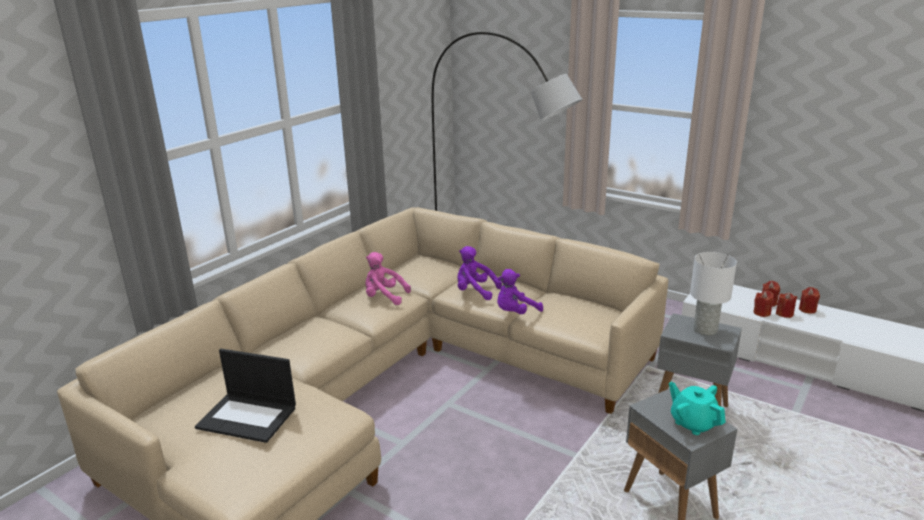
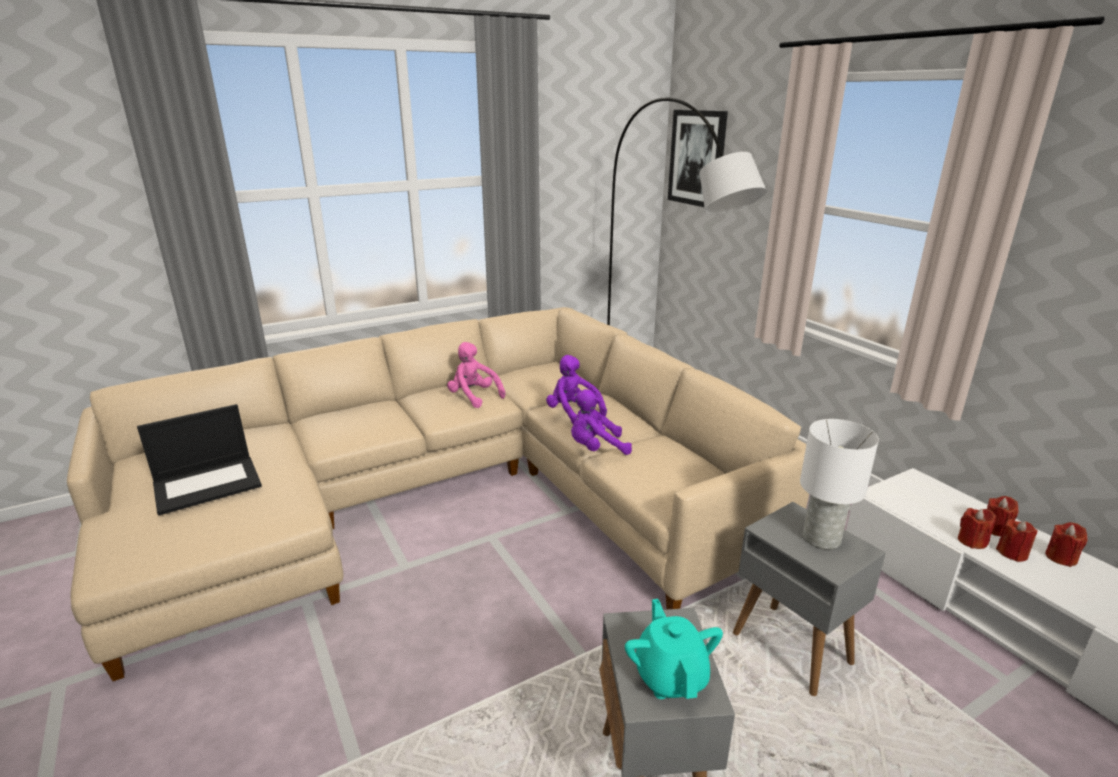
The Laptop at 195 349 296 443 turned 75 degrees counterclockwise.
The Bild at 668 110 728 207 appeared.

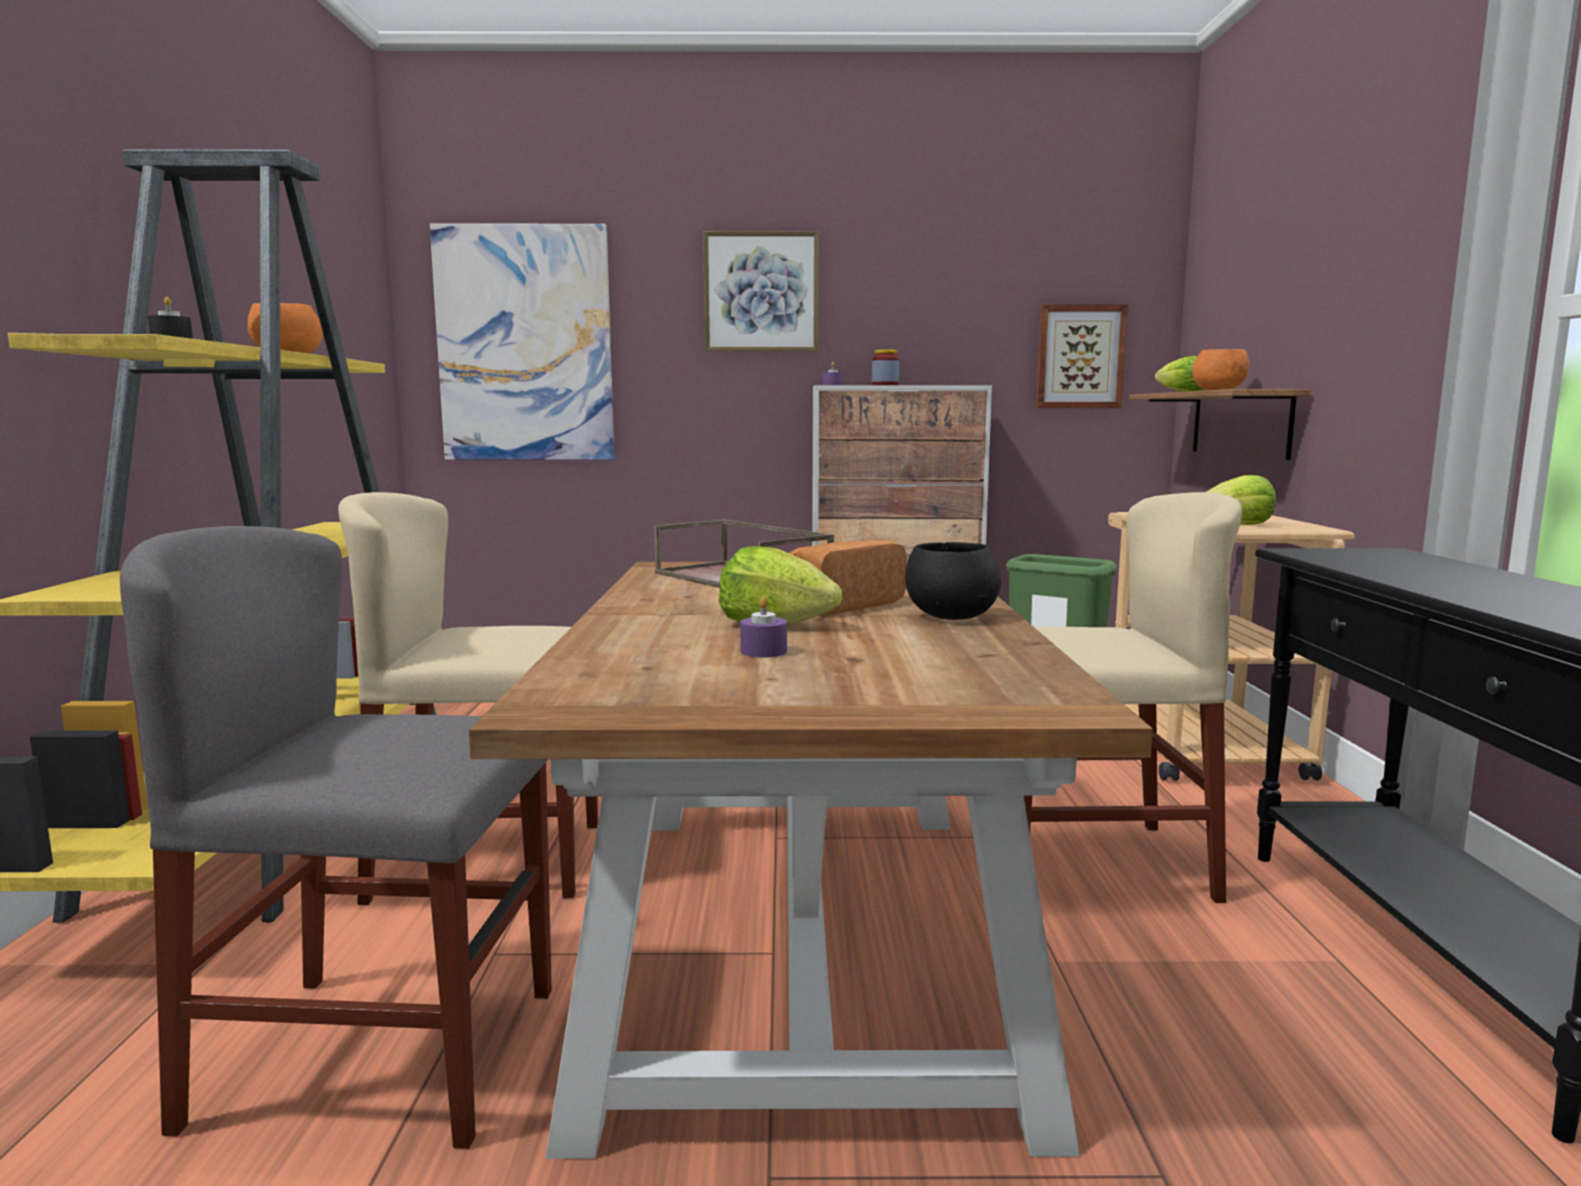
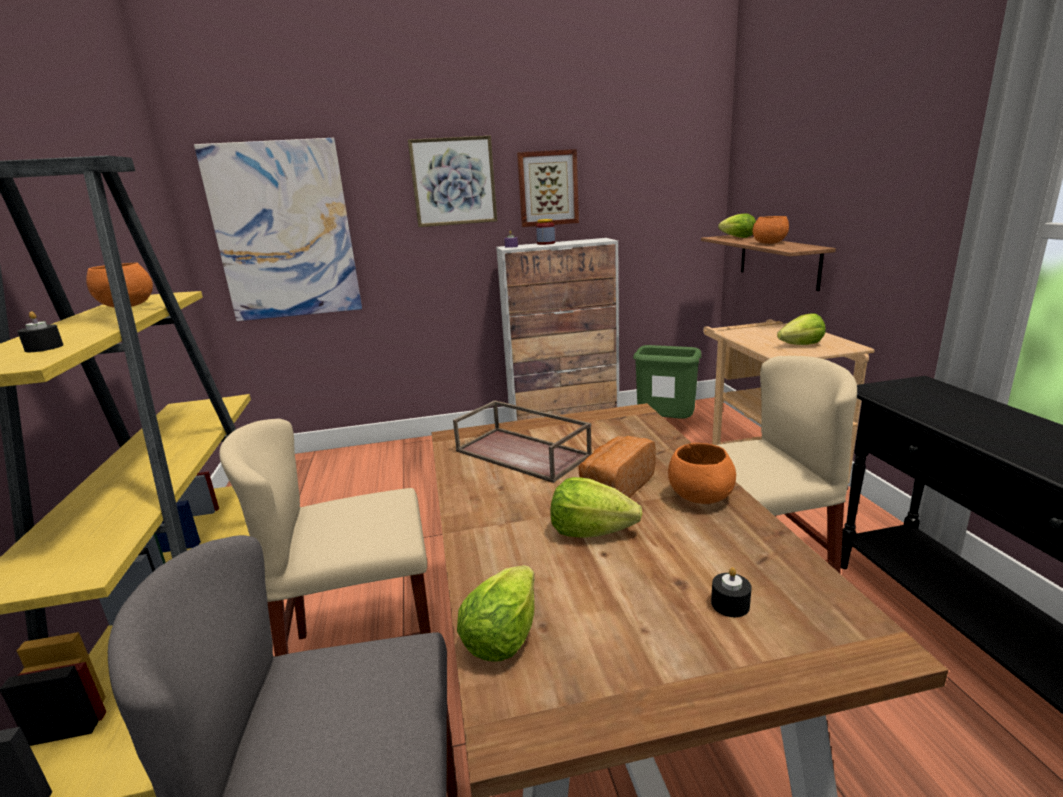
The Kerze (lila) at 740 596 787 657 disappeared.
The Schüssel (schwarz) at 905 542 1001 620 became the Schüssel (orange) at 668 443 736 504.
The Bild moved from 1036 304 1128 408 to 517 149 579 227.
The Salatkopf at 457 565 535 662 appeared.
The Kerze (schwarz) at 711 567 752 617 appeared.

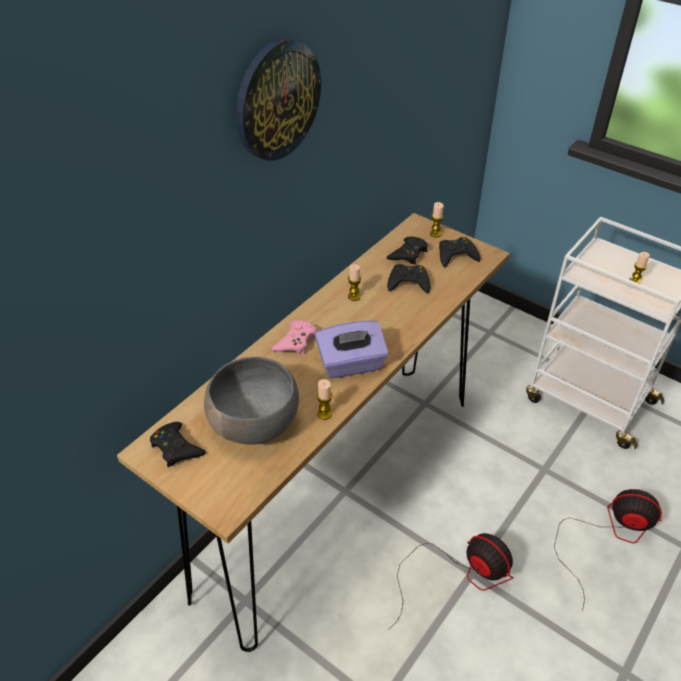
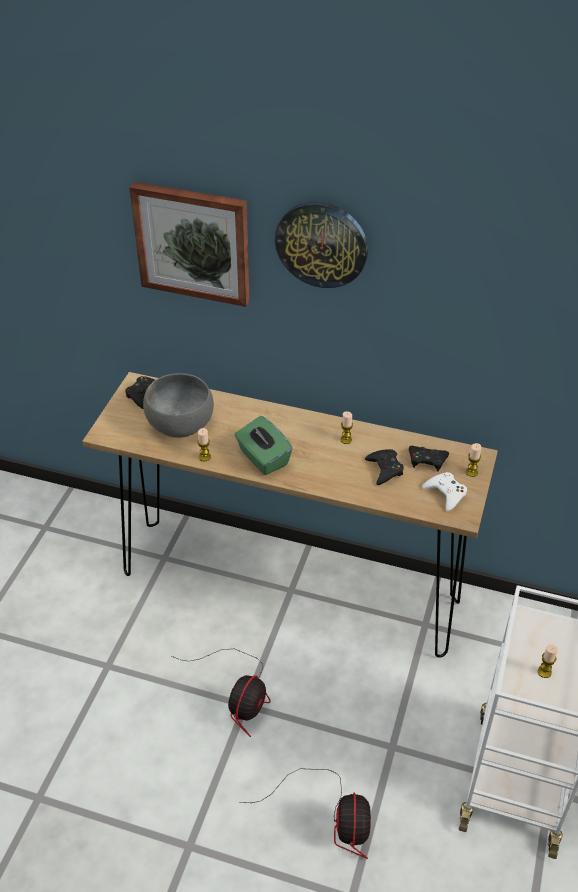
The Gamepad (rosa) at 271 320 316 355 disappeared.
The Taschentuchbox (lila) at 315 321 389 379 became the Taschentuchbox (grün) at 235 416 293 475.
The Gamepad (schwarz) at 439 237 481 267 became the Gamepad (weiß) at 422 472 467 512.
The Bild at 129 182 250 307 appeared.

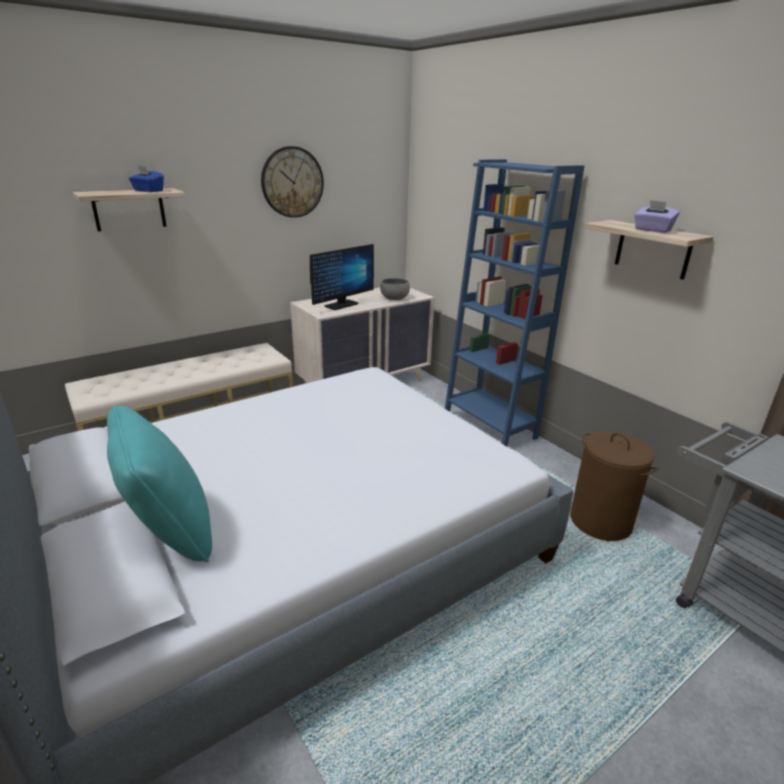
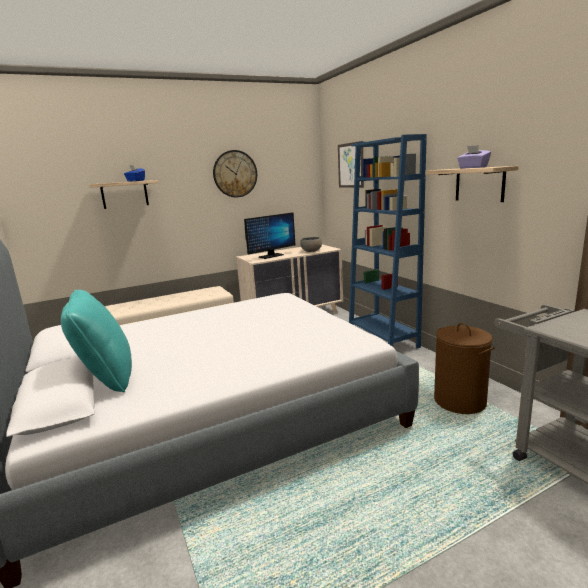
The Bild at 338 141 364 188 appeared.

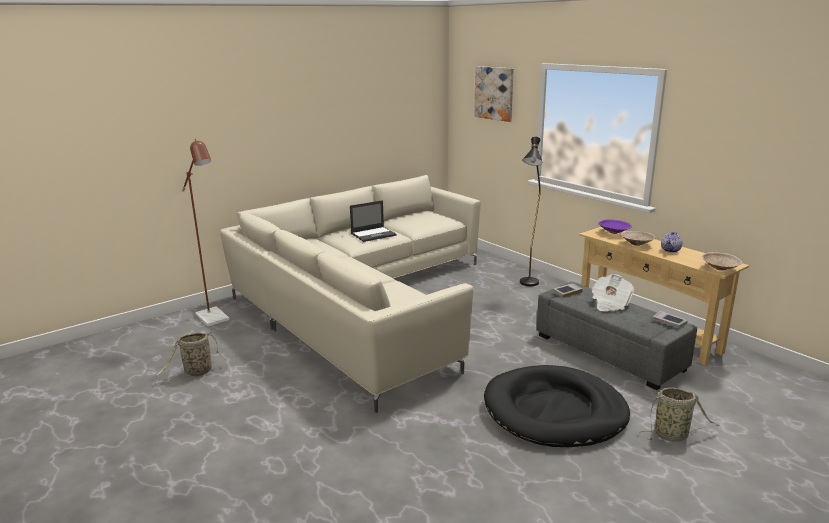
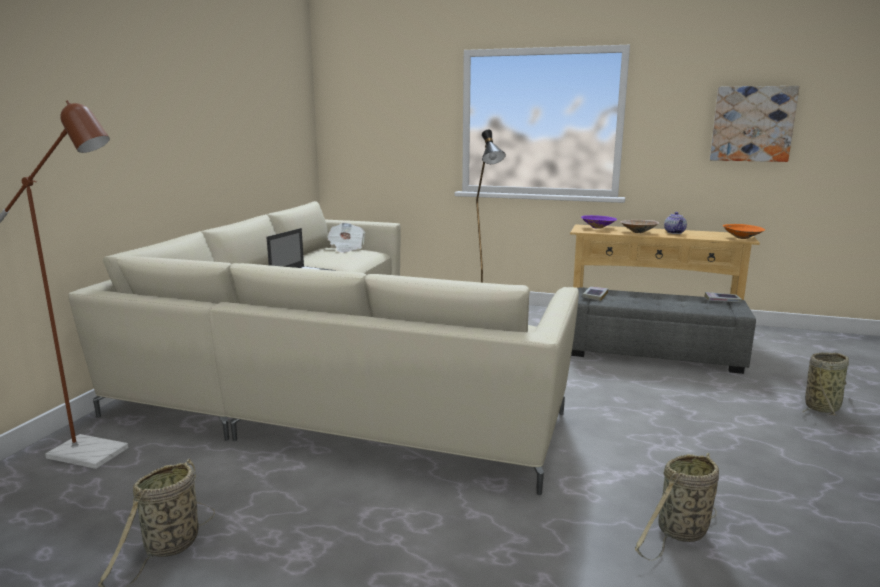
The Bild moved from 474 66 514 122 to 710 86 800 162.
The Hundebett (schwarz) at 484 365 630 447 disappeared.
The Zeitung moved from 591 274 634 311 to 327 223 366 253.
The Schüssel (beige) at 702 252 742 270 became the Schüssel (orange) at 723 224 765 239.
The Korb at 635 453 719 561 appeared.

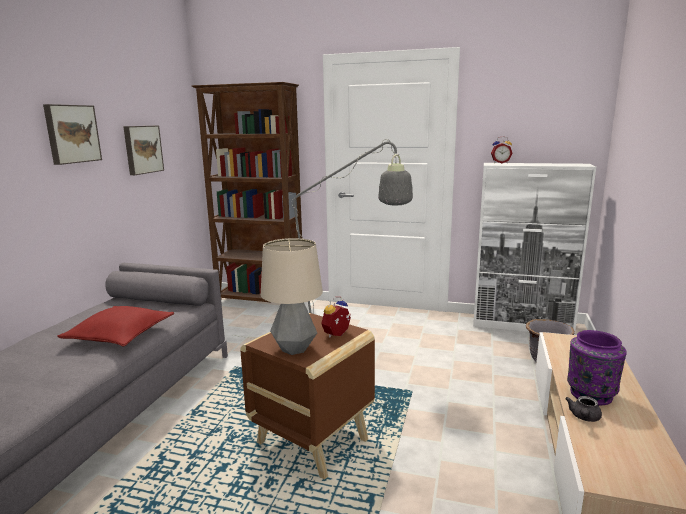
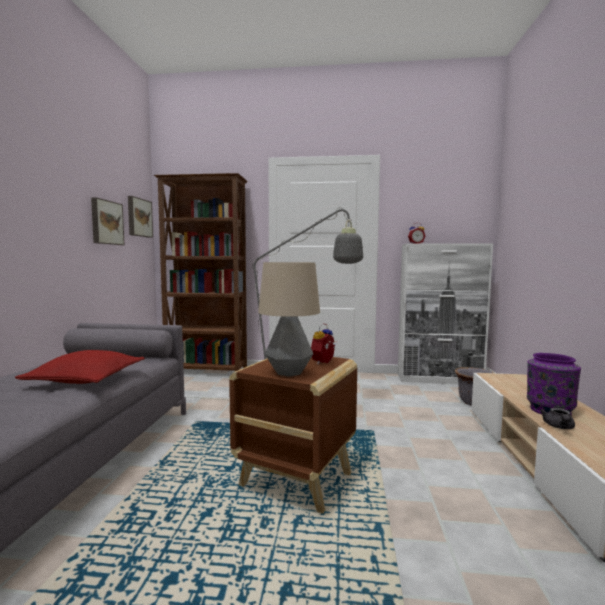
The Bild moved from 43 104 102 165 to 128 196 153 238.

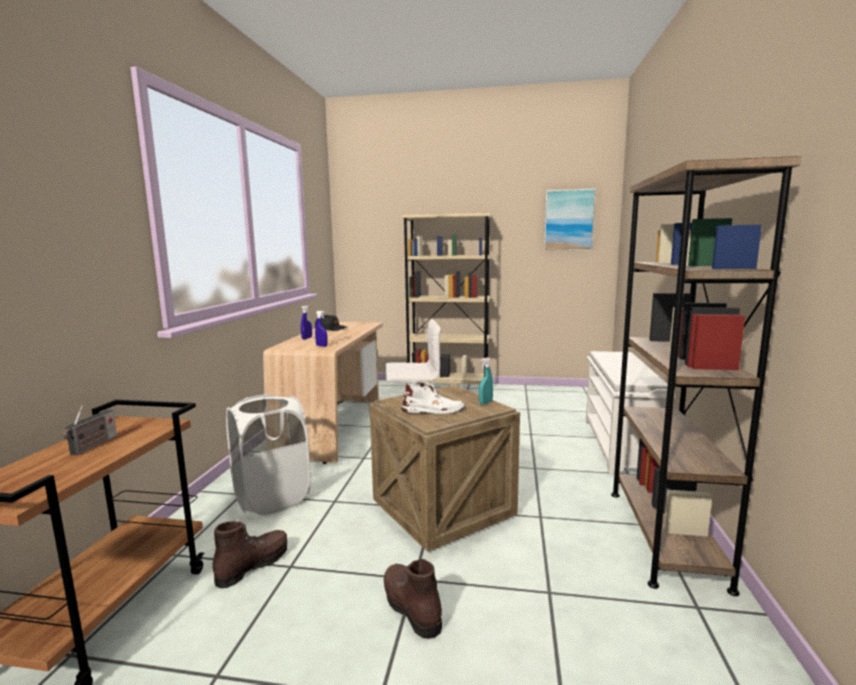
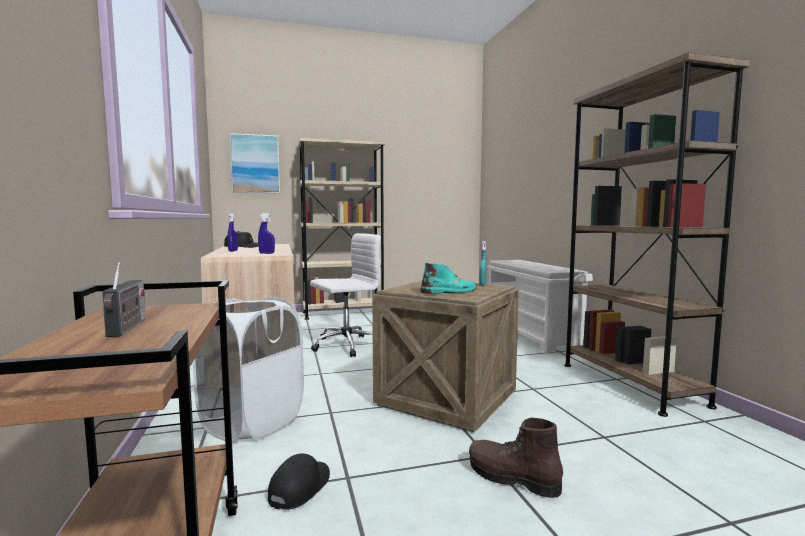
The Stiefel (braun) at 212 521 287 588 was replaced by the Kappe (schwarz) at 268 453 330 510.
The Stiefel (weiß) at 402 381 465 414 became the Stiefel (türkis) at 420 263 477 294.
The Bild moved from 544 189 596 250 to 230 133 280 193.

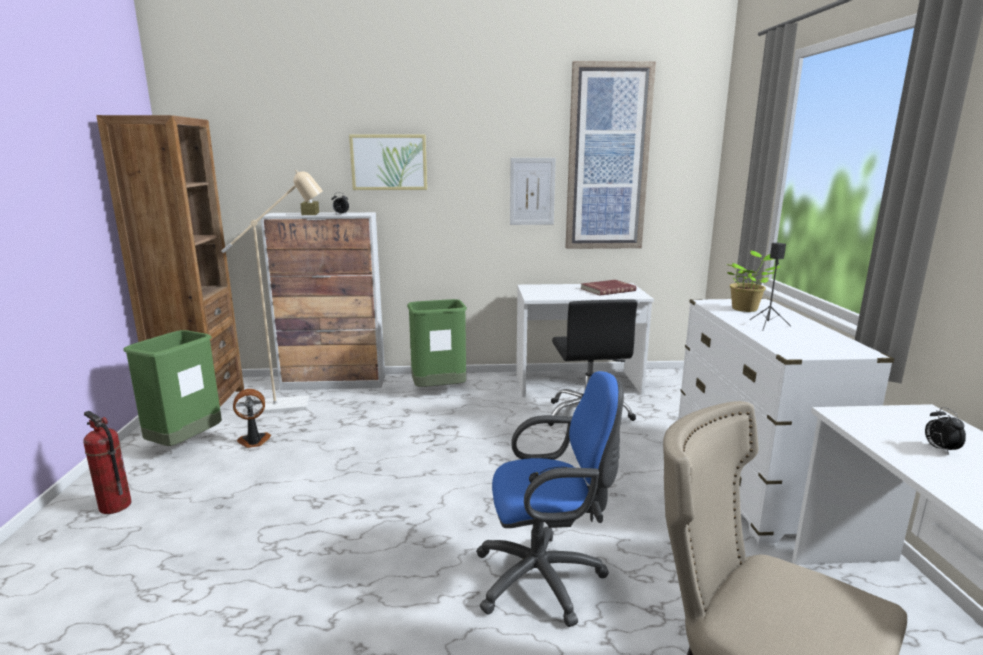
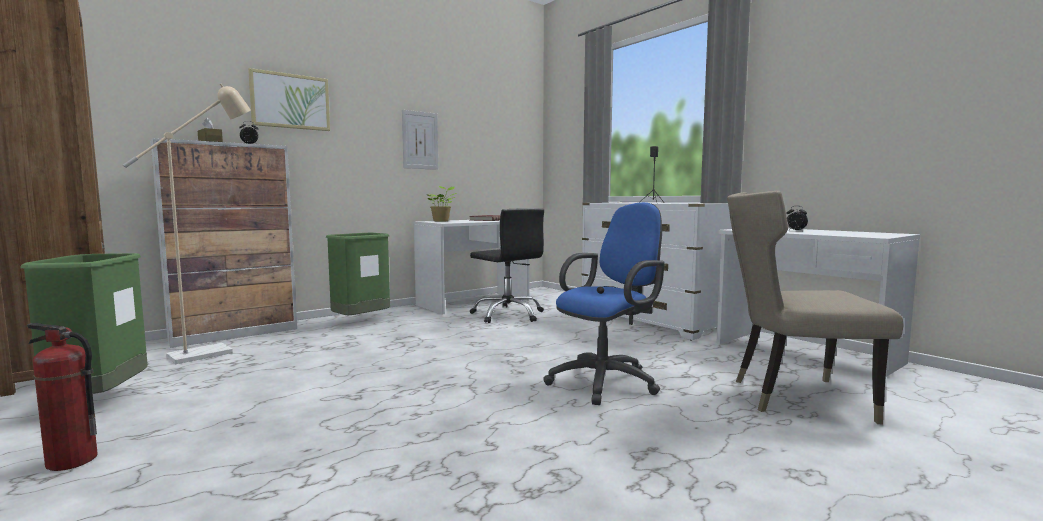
The Ventilator at 233 389 271 448 disappeared.
The Bild at 565 61 656 249 disappeared.
The Topfpflanze moved from 727 251 781 312 to 426 186 457 222.

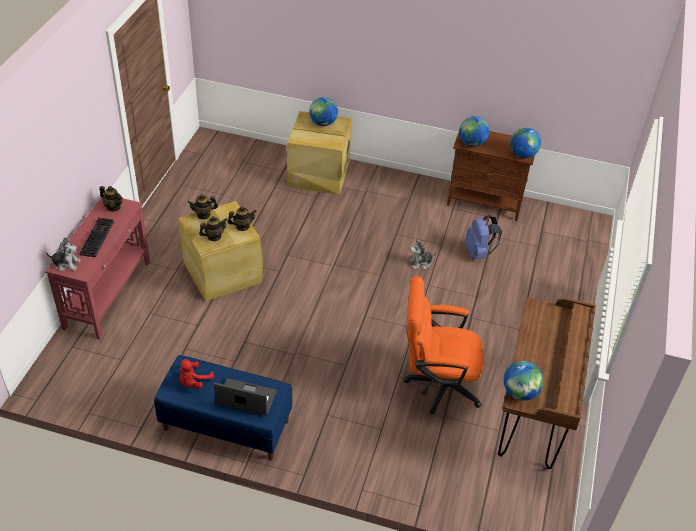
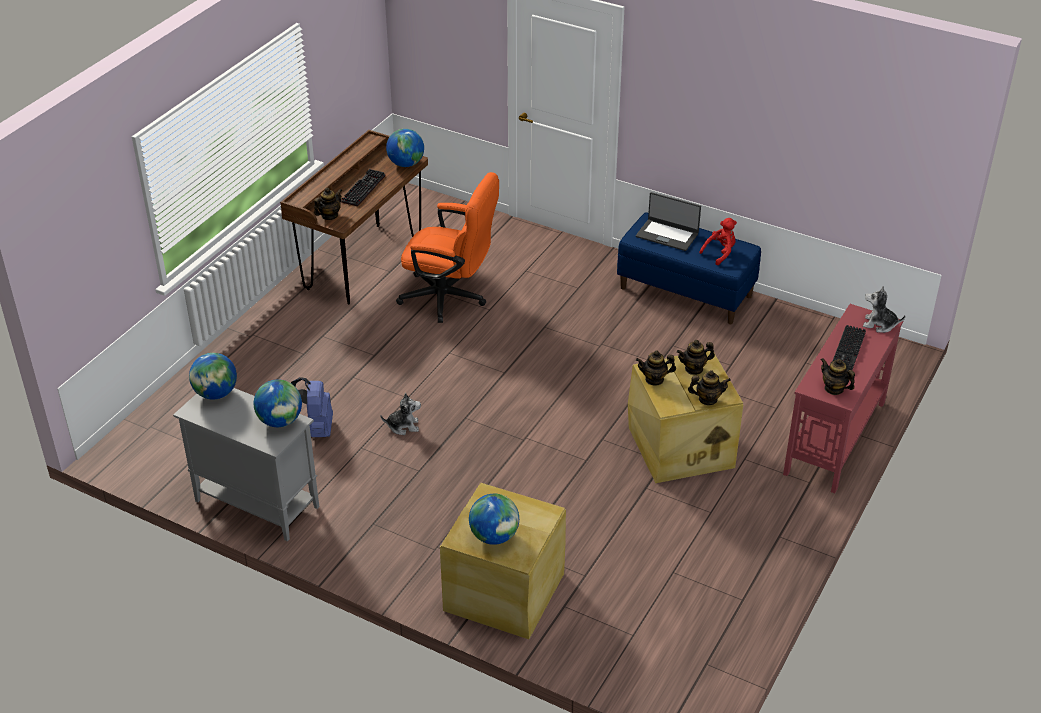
The Schrank (braun) at 447 131 535 221 became the Schrank (grau) at 173 388 319 542.
The Teekanne at 314 188 342 220 appeared.
The Tastatur at 341 169 386 207 appeared.

